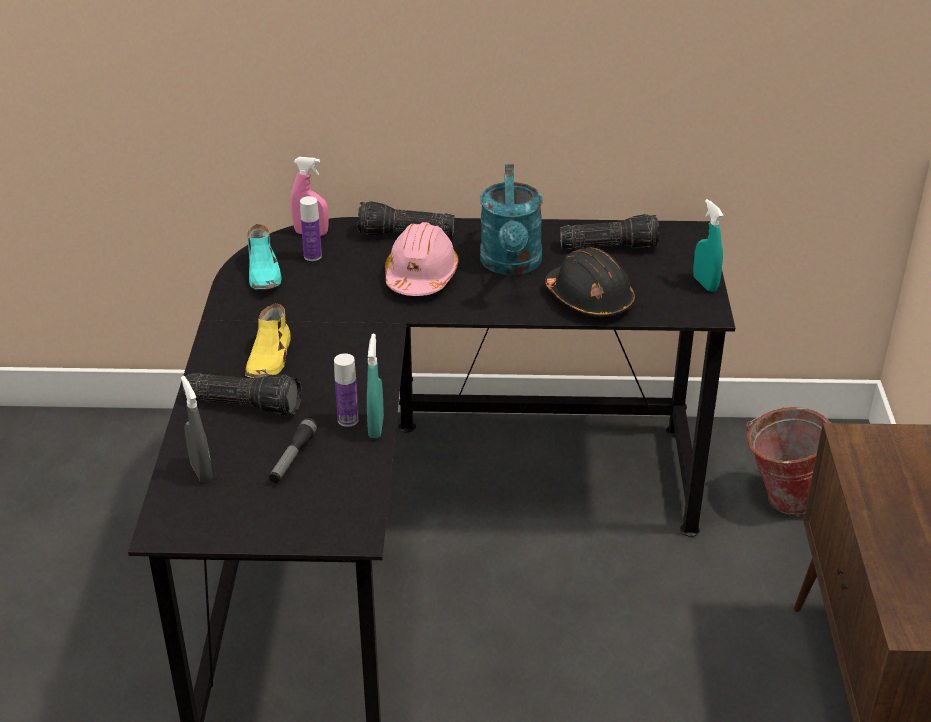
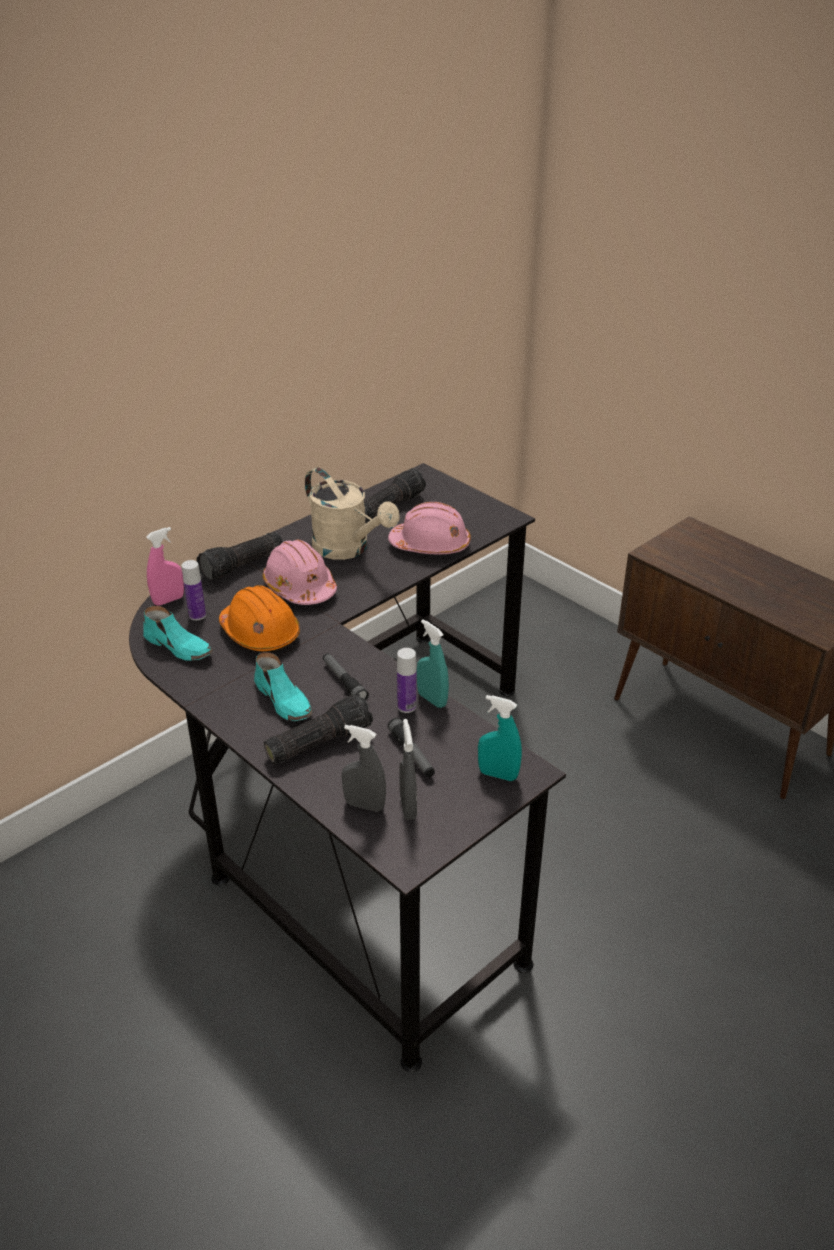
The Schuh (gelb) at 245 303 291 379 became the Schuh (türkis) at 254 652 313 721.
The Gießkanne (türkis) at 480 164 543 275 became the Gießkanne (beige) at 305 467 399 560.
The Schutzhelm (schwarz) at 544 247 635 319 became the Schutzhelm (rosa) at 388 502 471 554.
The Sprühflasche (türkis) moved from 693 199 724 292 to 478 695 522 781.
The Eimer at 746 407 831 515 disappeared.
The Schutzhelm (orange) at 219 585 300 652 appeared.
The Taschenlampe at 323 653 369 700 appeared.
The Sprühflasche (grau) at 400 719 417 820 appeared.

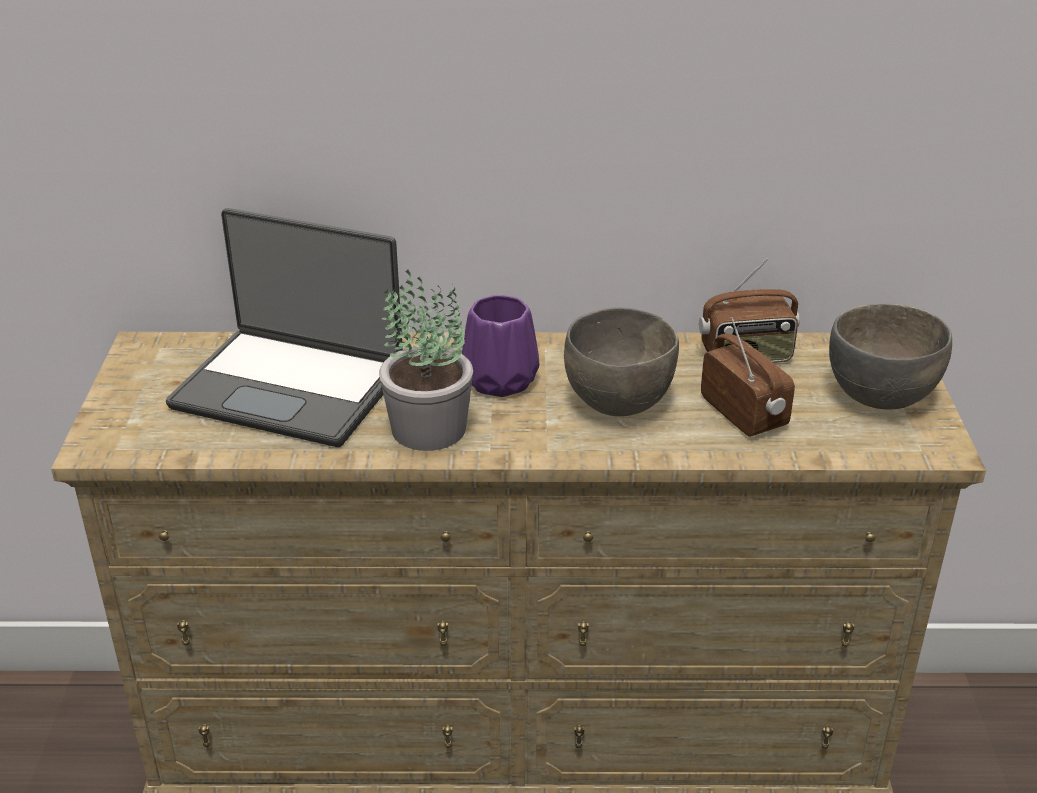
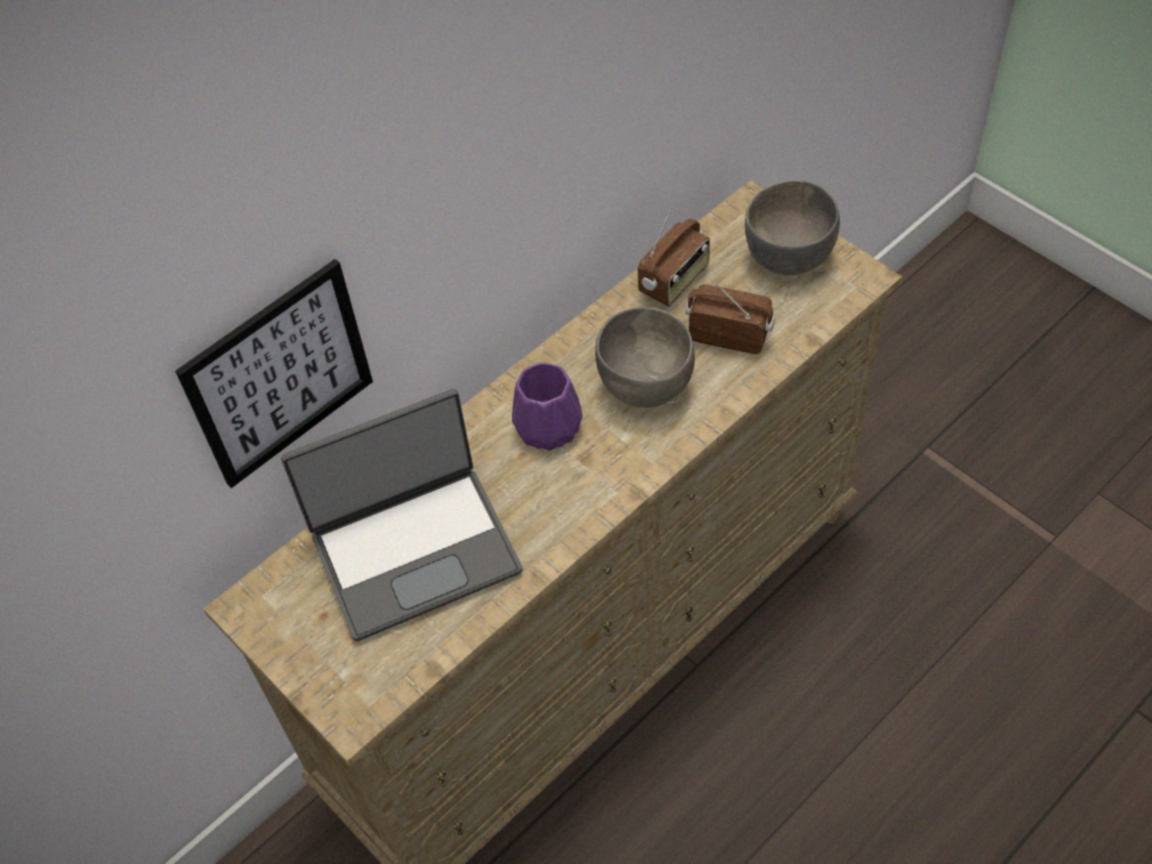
The Topfpflanze at 379 270 473 451 disappeared.
The Bild at 175 259 373 488 appeared.

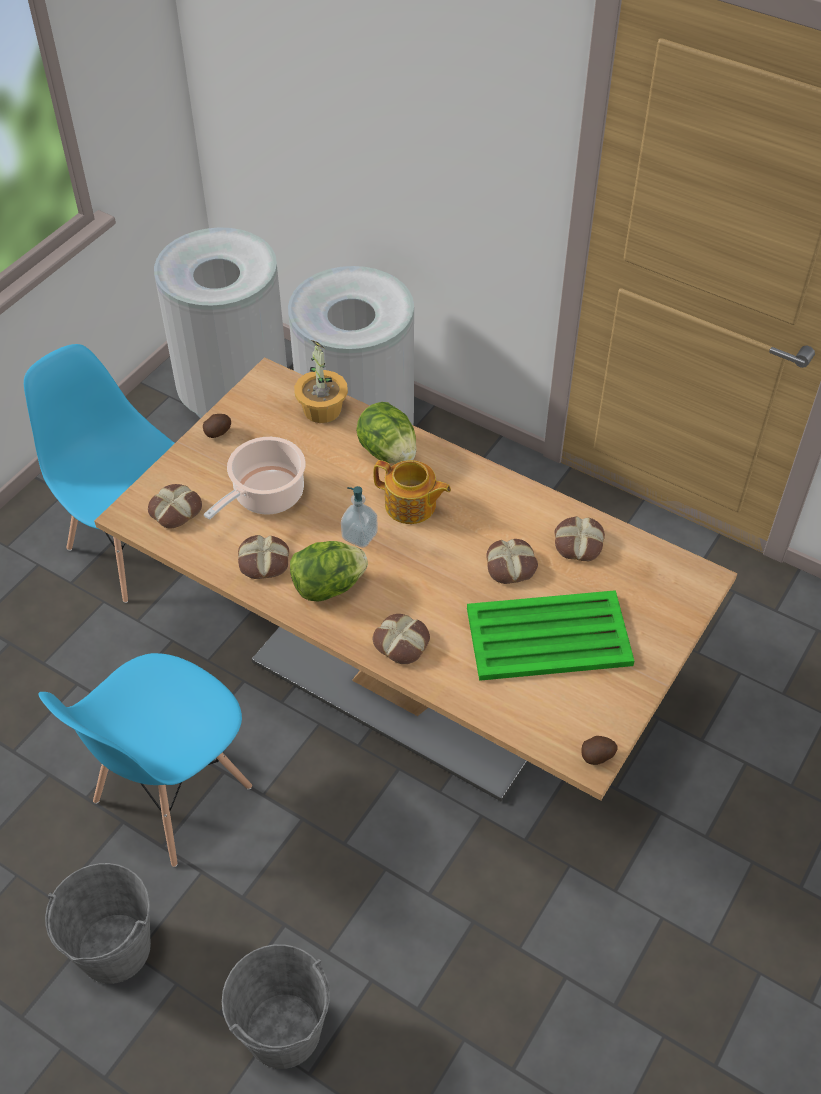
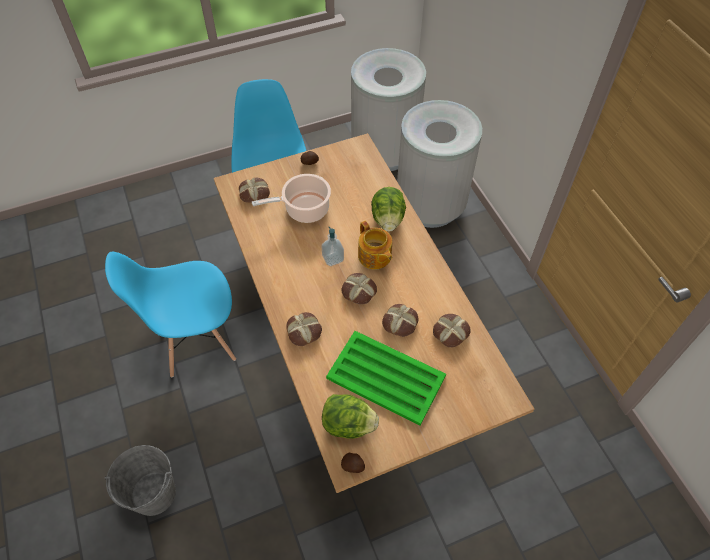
The Eimer (grau) at 45 863 151 984 disappeared.
The Brot moved from 238 535 289 579 to 341 273 377 305.
The Salatkopf moved from 290 541 368 602 to 322 394 379 439.
The Topfpflanze at 294 340 348 423 disappeared.

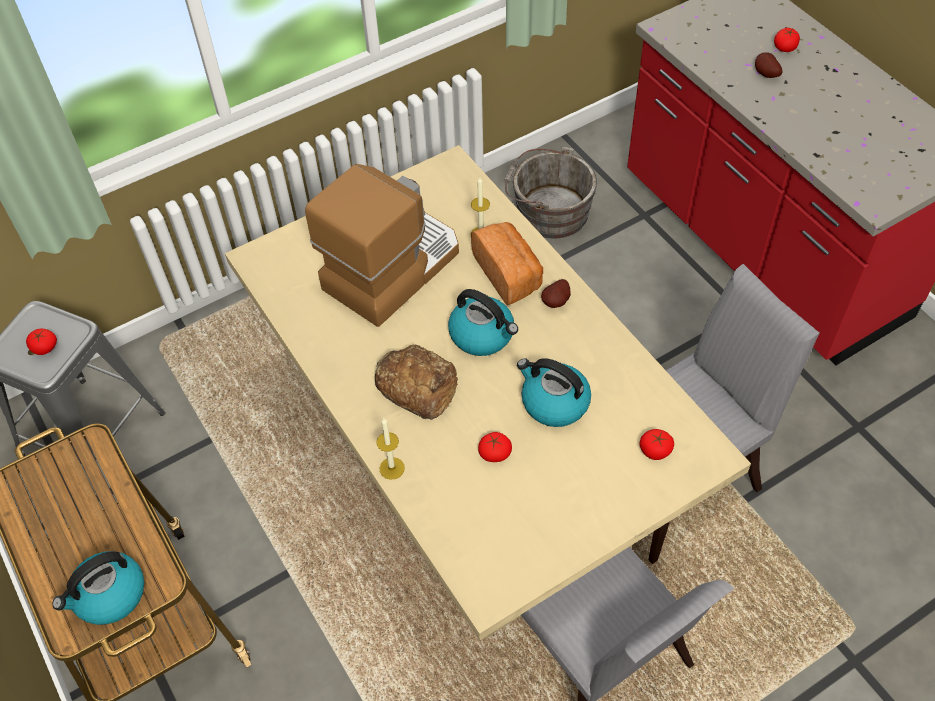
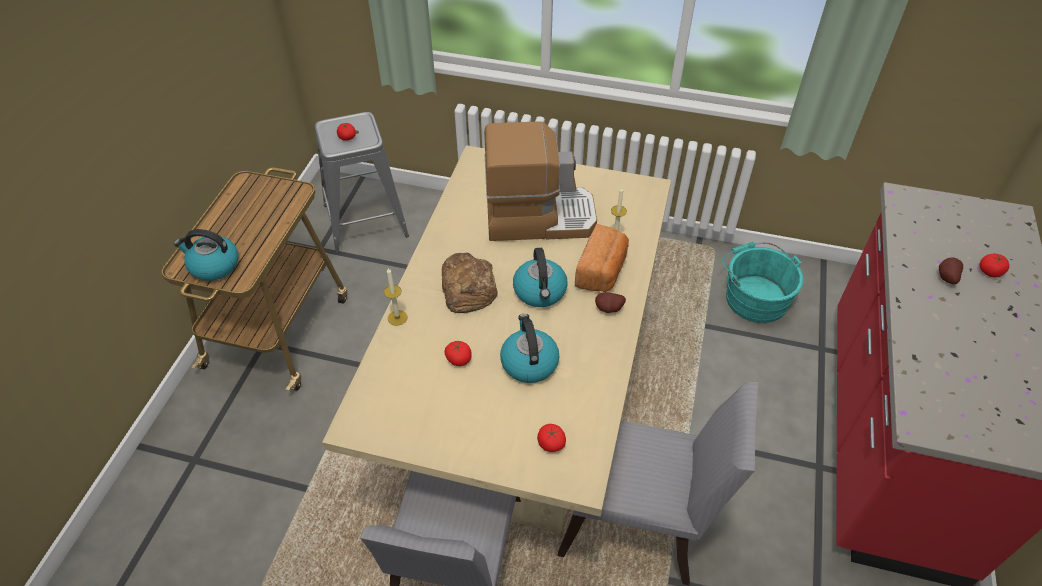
The Eimer (grau) at 504 146 597 239 became the Eimer (türkis) at 722 242 804 323.

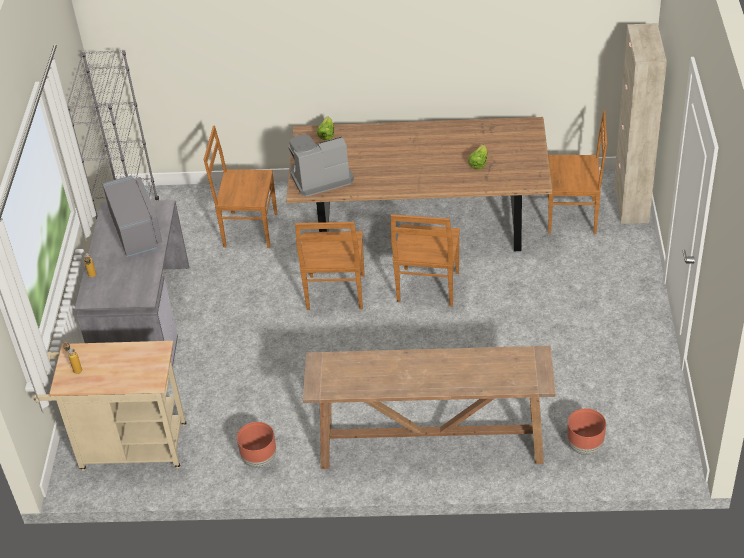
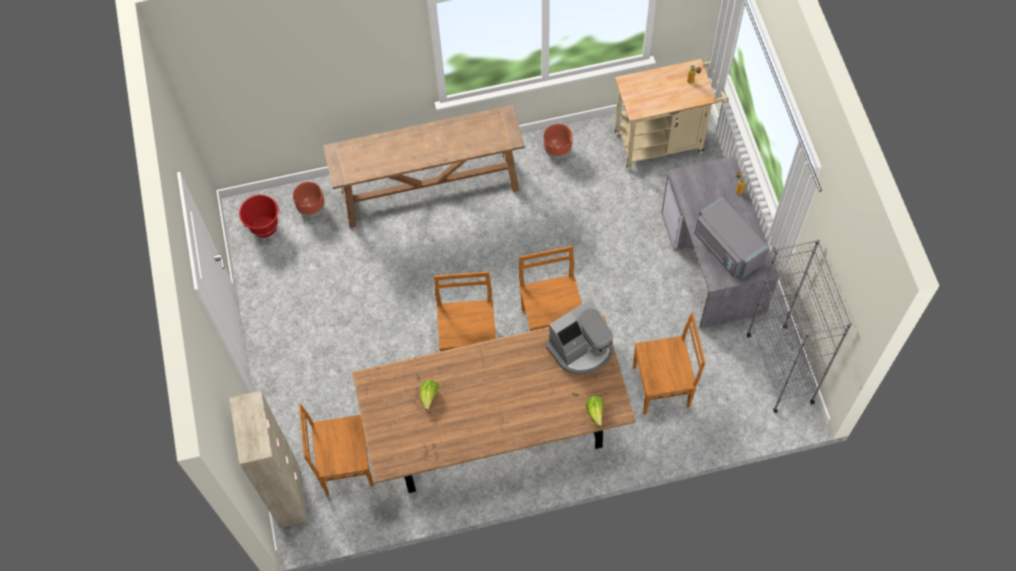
The Eimer (rot) at 239 195 280 238 appeared.

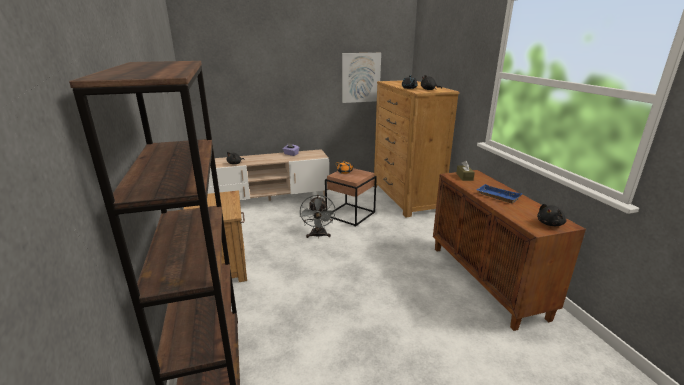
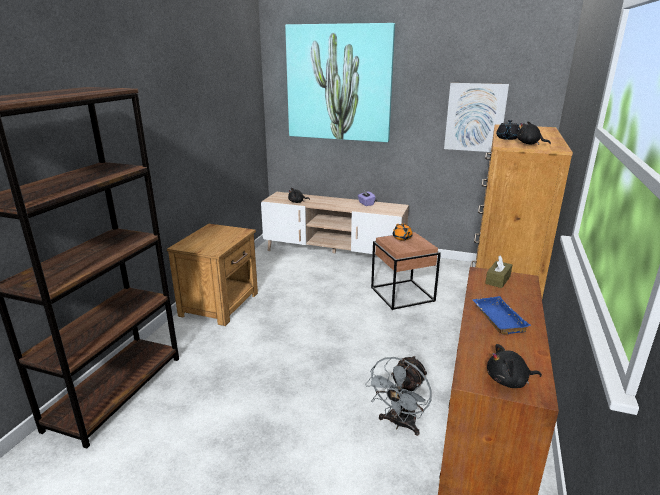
The Ventilator (grau) moved from 300 195 336 238 to 365 356 432 436.
The Bild at 285 23 395 142 appeared.

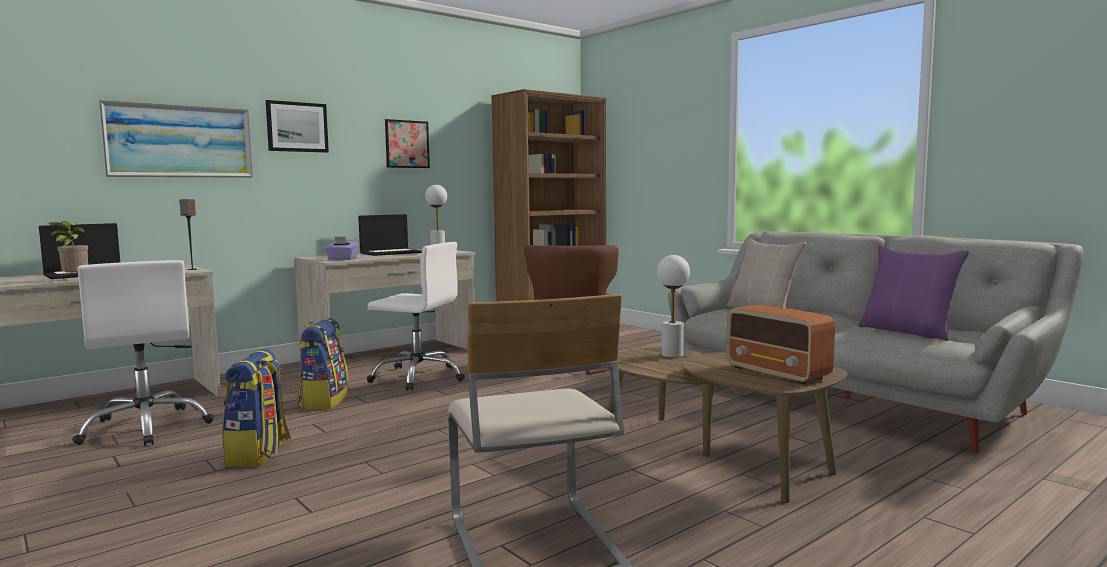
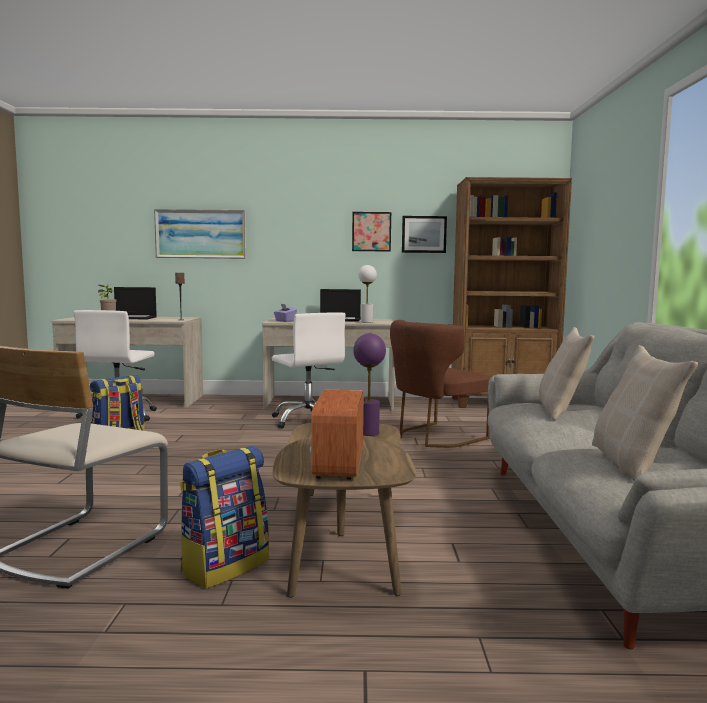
The Bild moved from 266 100 329 152 to 402 216 447 253.
The Rucksack moved from 297 318 348 409 to 180 446 269 588.
The Tischlampe (weiß) at 657 255 690 358 became the Tischlampe (lila) at 353 333 386 436.
The Kissen (lila) at 858 245 969 341 became the Kissen (beige) at 592 345 698 481.

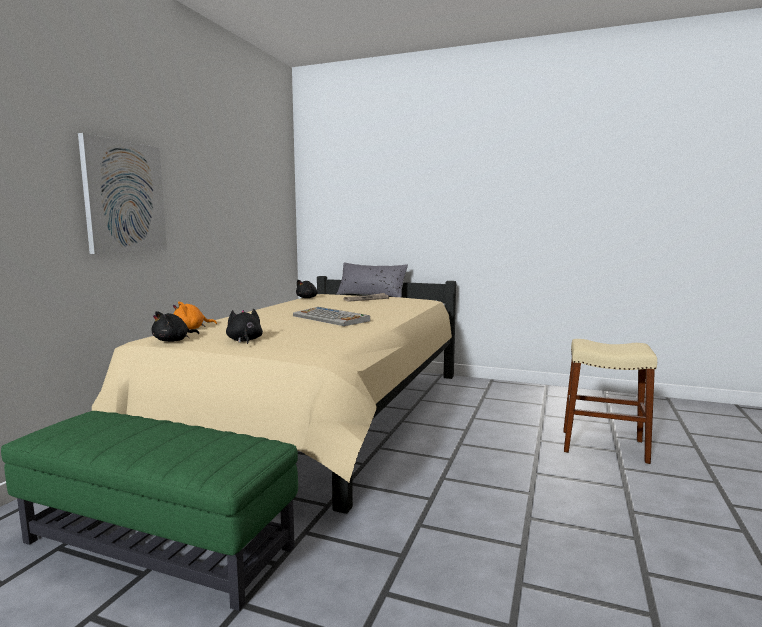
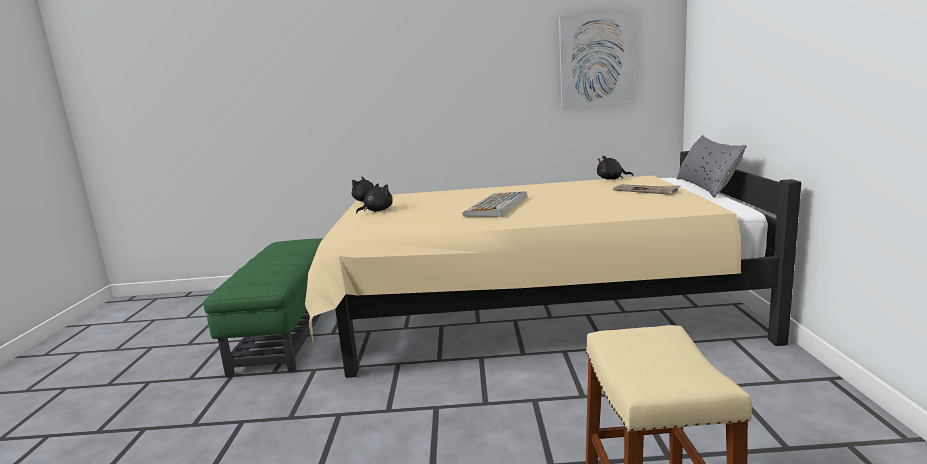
The Bild moved from 78 133 167 254 to 559 11 635 108.
The Plüschtier (orange) at 173 301 217 329 disappeared.

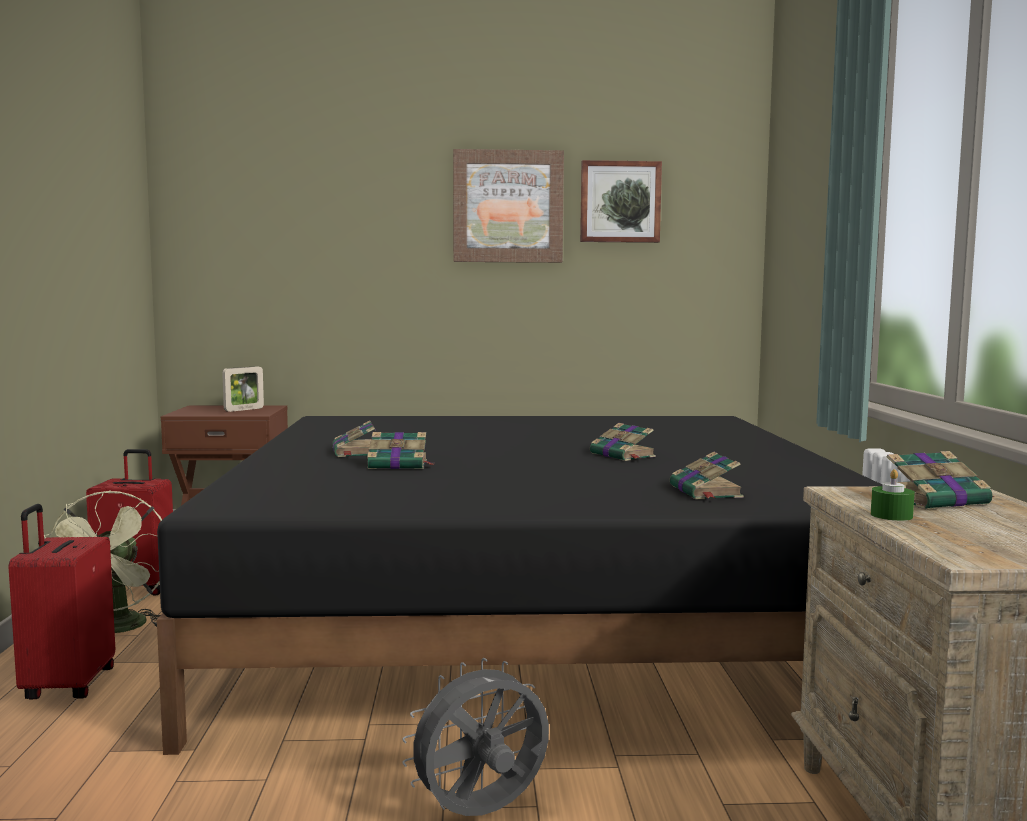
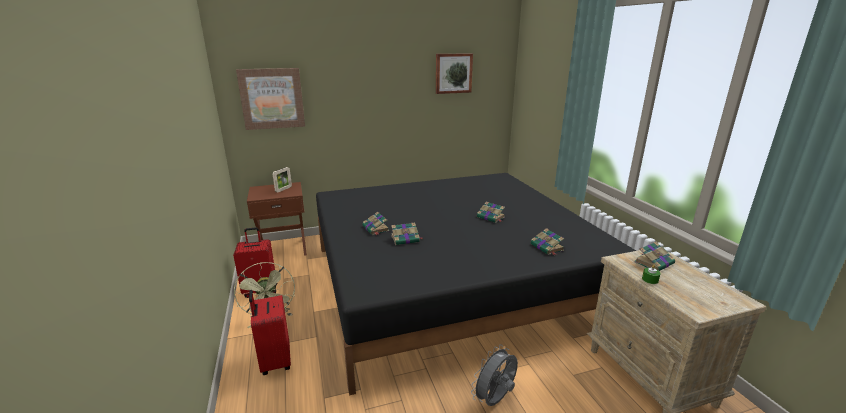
The Bild moved from 453 149 564 263 to 236 68 305 130.

